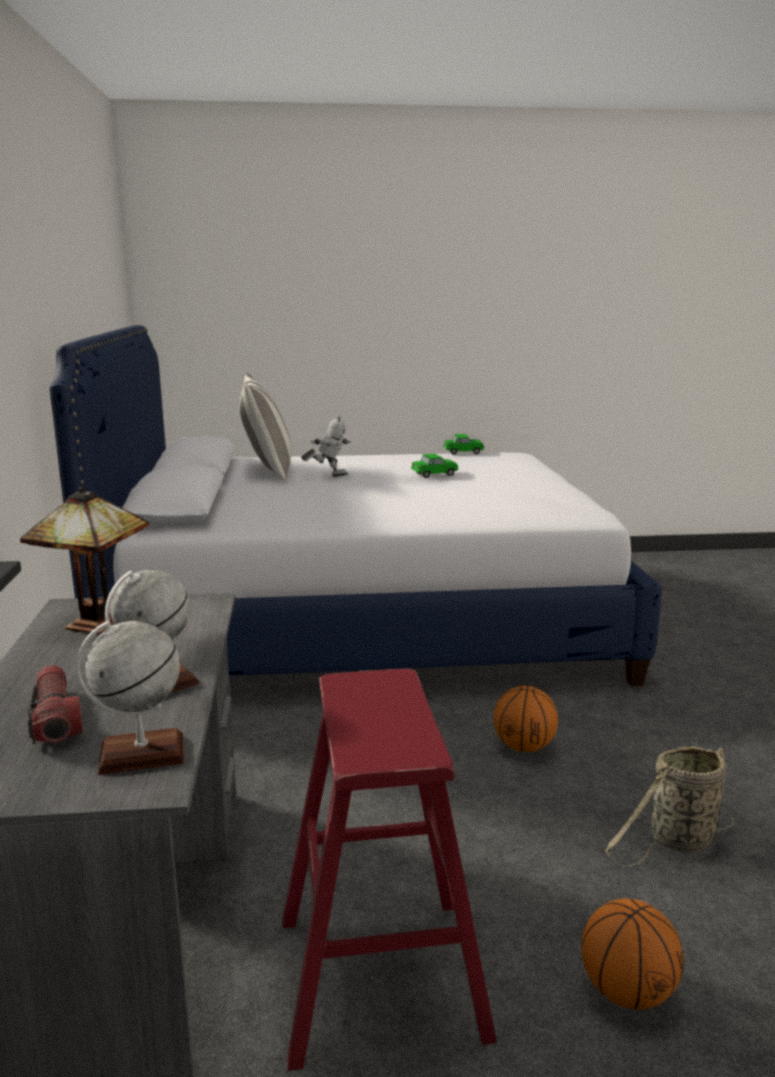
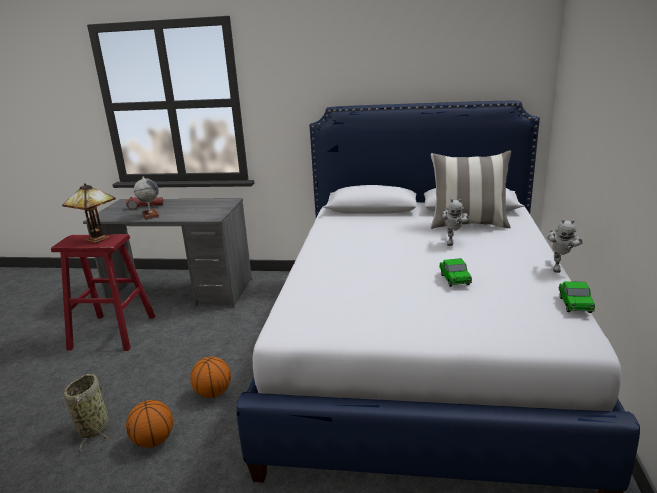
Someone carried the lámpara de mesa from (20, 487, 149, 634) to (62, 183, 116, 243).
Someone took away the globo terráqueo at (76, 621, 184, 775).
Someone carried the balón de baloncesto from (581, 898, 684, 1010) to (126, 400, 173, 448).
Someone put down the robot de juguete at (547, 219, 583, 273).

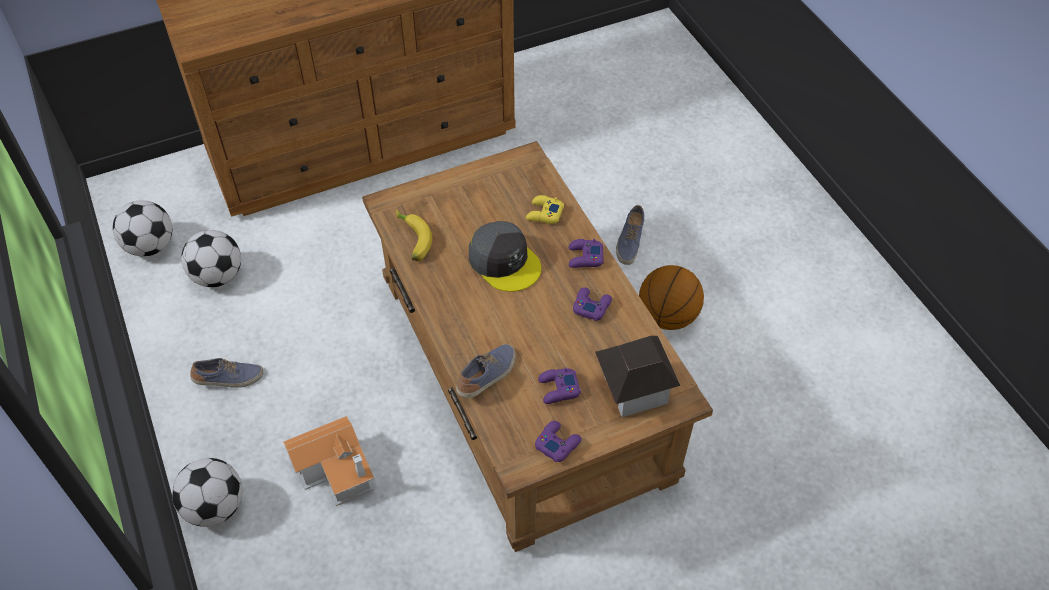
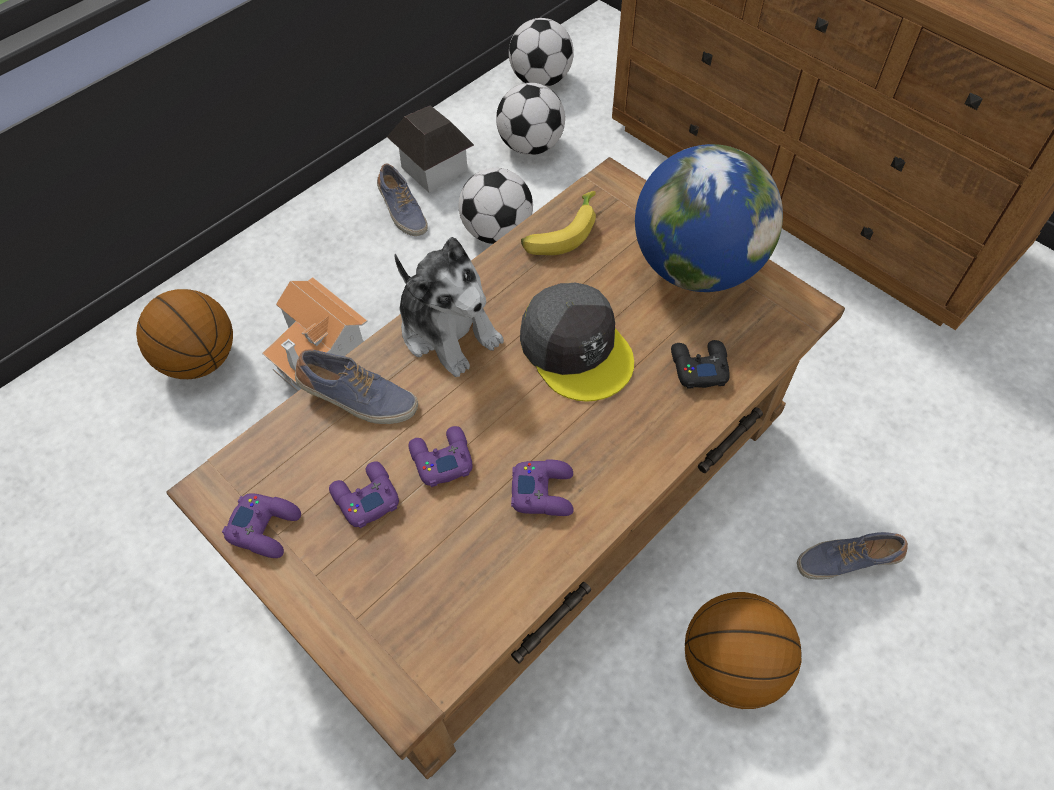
Someone carried the balón de fútbol from (172, 458, 242, 527) to (459, 168, 533, 244).
Someone rotated the gorra/gris at (469, 221, 541, 292) by 60 degrees counterclockwise.
Someone repainted the mando de consola/amarillo at (526, 195, 564, 224), which became the mando de consola/negro at (671, 340, 730, 389).
Someone carried the mando de consola/morado from (569, 239, 603, 268) to (409, 426, 473, 487).
Someone carried the casita from (595, 336, 681, 417) to (387, 105, 474, 193).
Someone put down the balón de baloncesto at (136, 289, 233, 379).
Someone put down the peluche at (394, 237, 504, 377).
Someone put down the globo terráqueo at (635, 144, 783, 292).

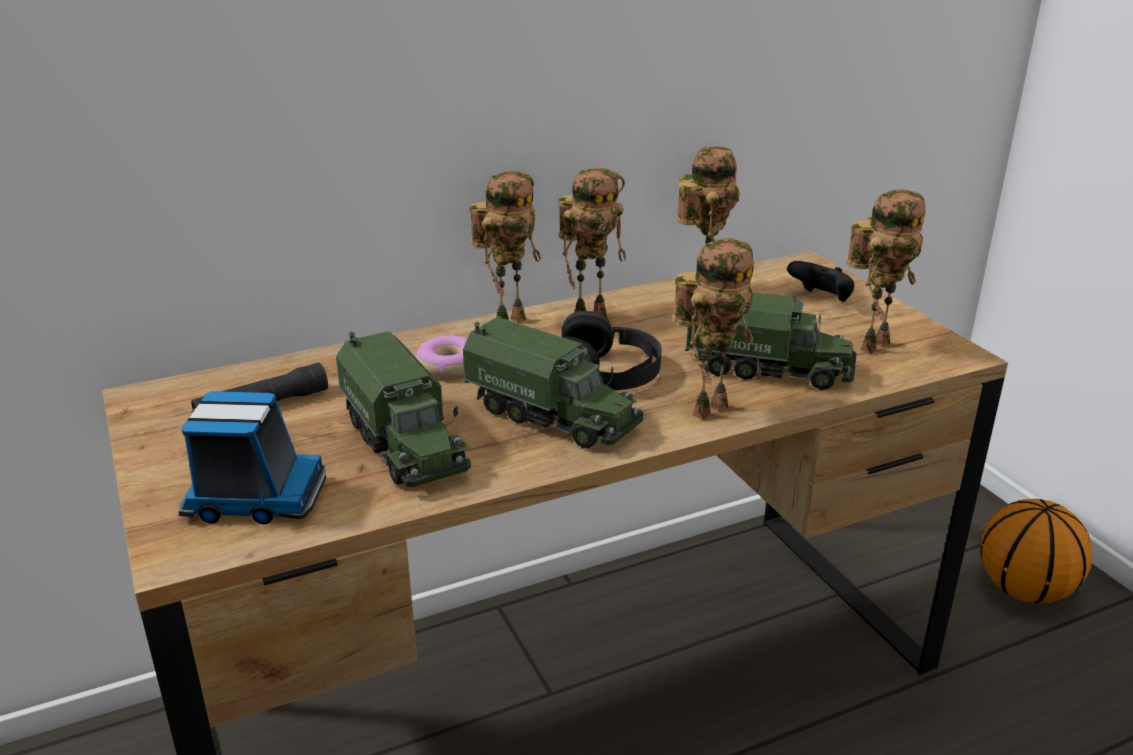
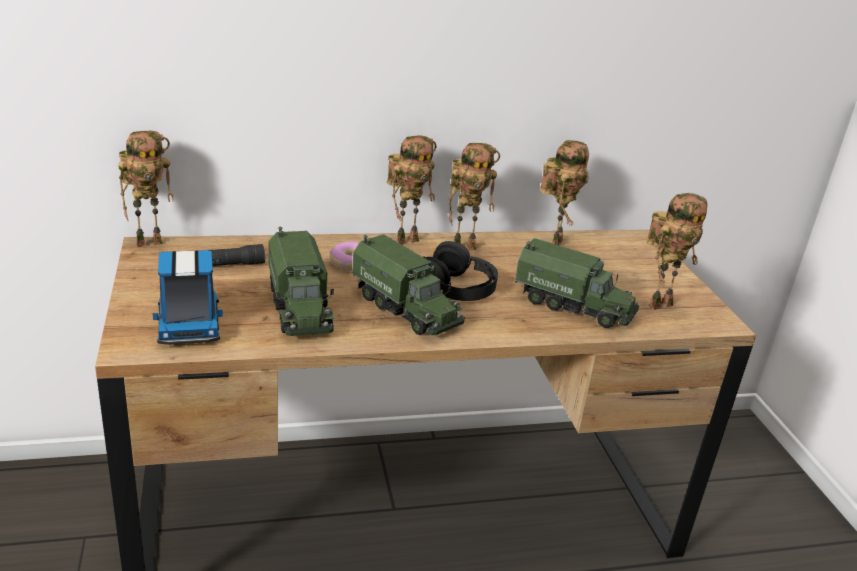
Someone rotated the camión de juguete at (179, 391, 326, 524) by 60 degrees clockwise.
Someone carried the robot de juguete from (673, 238, 754, 420) to (118, 131, 174, 247).
Someone took away the mando de consola/negro at (787, 261, 854, 302).
Someone took away the balón de baloncesto at (981, 499, 1092, 603).

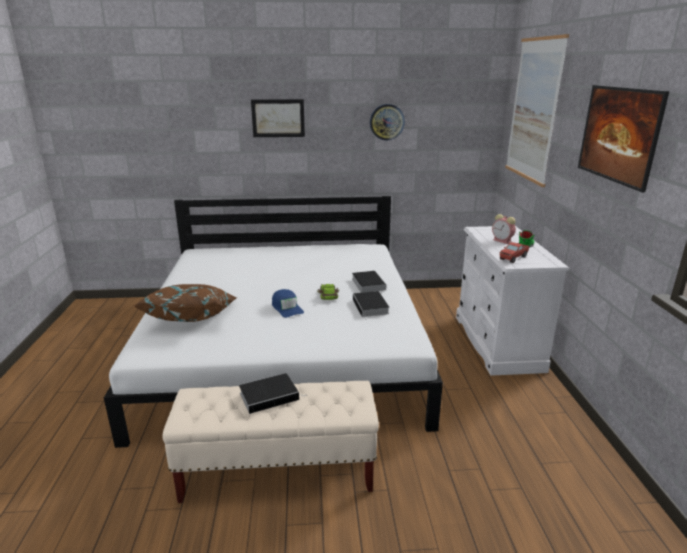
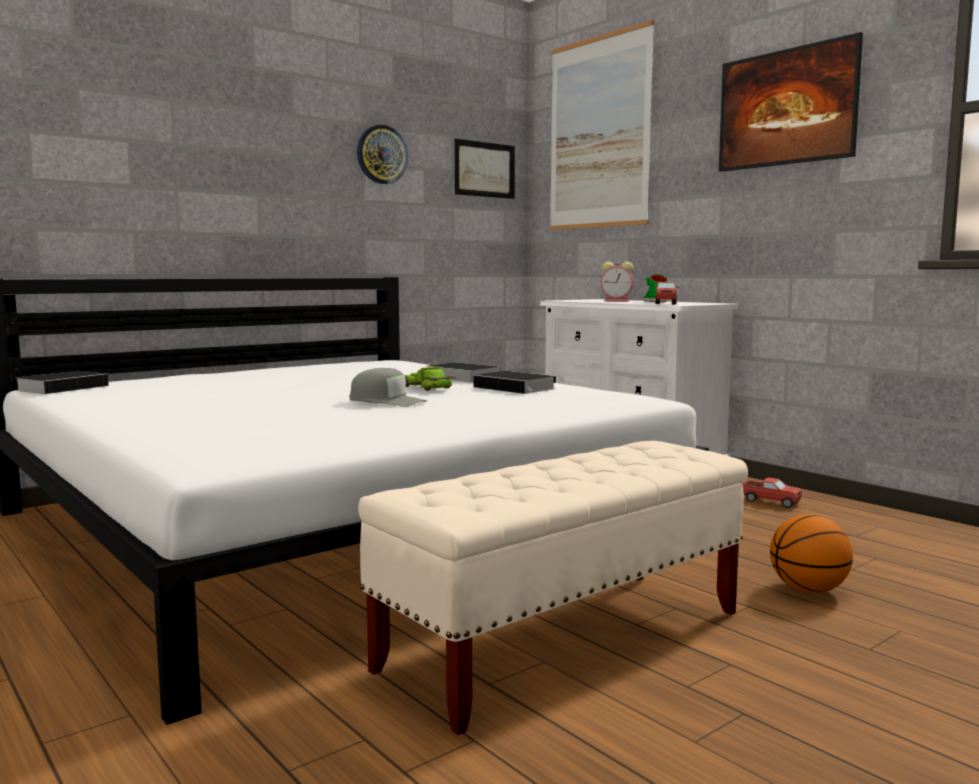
Someone took away the cojín/marrón at (135, 284, 237, 322).
Someone carried the libro from (239, 373, 301, 414) to (16, 371, 113, 394).
Someone carried the cuadro from (251, 99, 305, 137) to (455, 139, 515, 199).
Someone repainted the gorra/azul at (272, 289, 304, 318), which became the gorra/gris at (349, 368, 427, 407).
Someone put down the camión de juguete at (742, 477, 802, 508).
Someone put down the balón de baloncesto at (770, 514, 853, 593).

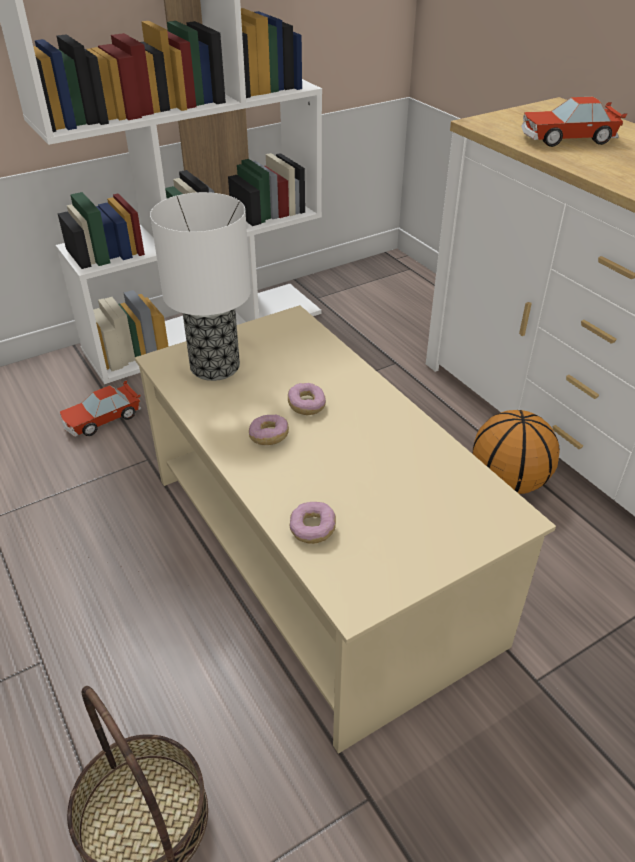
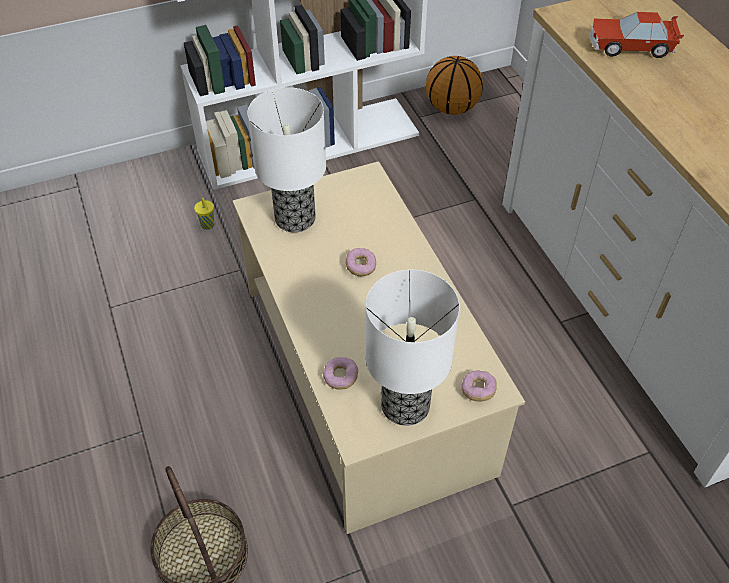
Someone swapped the coche de juguete at (60, 380, 141, 437) for the taza/amarillo at (194, 198, 214, 230).
Someone carried the rosquilla from (249, 415, 289, 445) to (462, 370, 497, 402).
Someone carried the balón de baloncesto from (473, 410, 560, 494) to (426, 56, 483, 115).
Someone put down the lámpara de mesa at (366, 270, 460, 426).

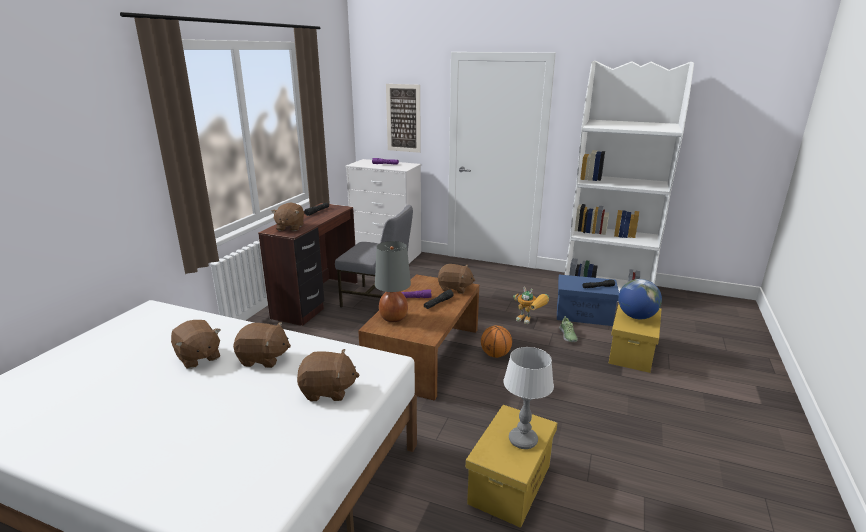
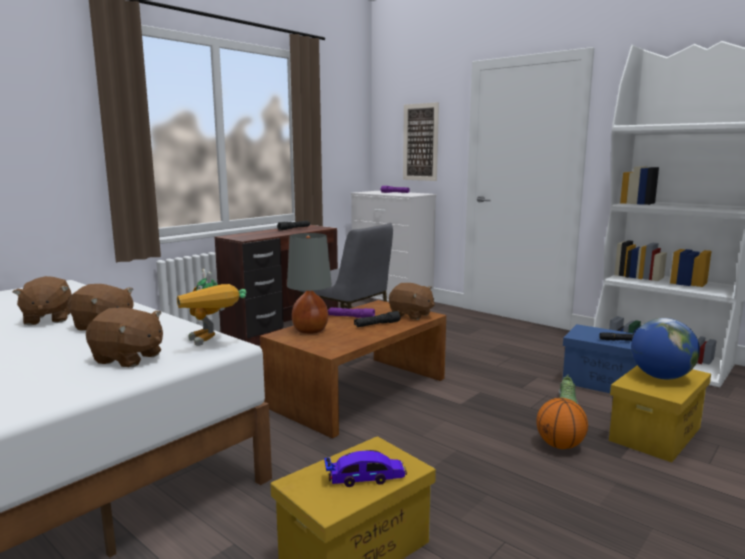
Someone took away the peluche/marrón at (271, 203, 304, 231).
Someone carried the balón de baloncesto from (481, 325, 512, 358) to (536, 398, 588, 449).
Someone swapped the lámpara de mesa at (503, 347, 554, 449) for the coche de juguete at (324, 450, 407, 487).
Someone carried the robot de juguete from (513, 287, 549, 324) to (177, 269, 246, 346).

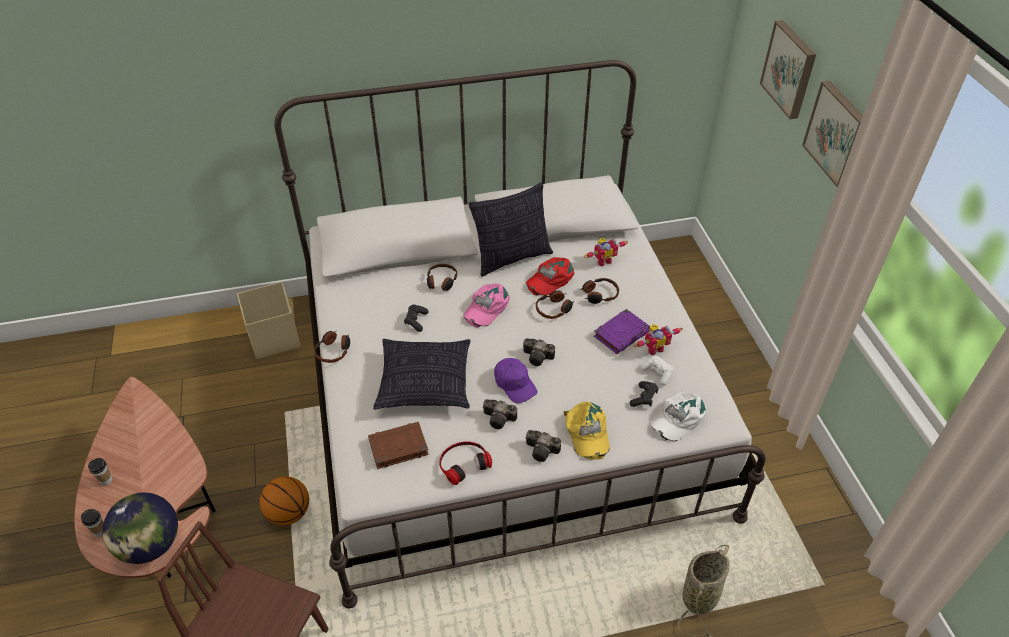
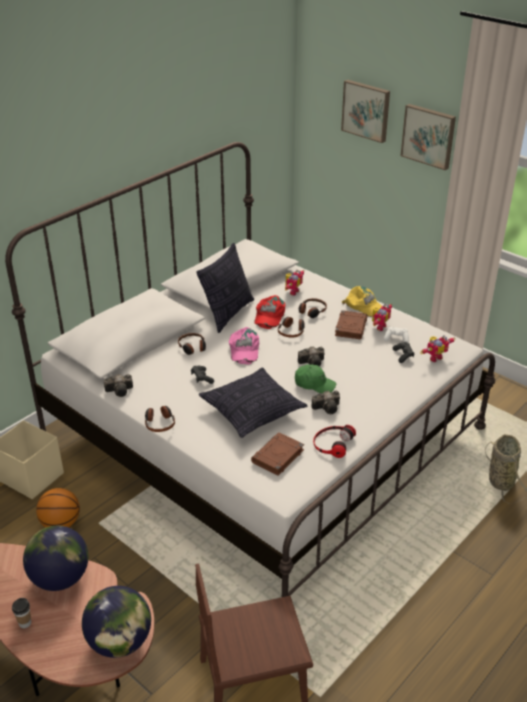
Someone took away the taza at (81, 509, 104, 537).
Someone carried the balón de baloncesto from (260, 476, 309, 526) to (36, 488, 80, 528).
Someone repainted the gorra/morado at (494, 358, 537, 403), which became the gorra/verde at (295, 364, 336, 393).
Someone carried the cámara from (526, 430, 561, 462) to (104, 374, 133, 397).
Someone carried the gorra/amarillo from (563, 402, 610, 459) to (342, 286, 382, 317).
Someone repainted the libro/morado at (594, 309, 650, 354), which became the libro/marrón at (335, 310, 368, 339).
Someone swapped the gorra/blanco at (651, 392, 707, 441) for the robot de juguete at (420, 335, 456, 362).
Someone put down the globo terráqueo at (23, 526, 88, 591).

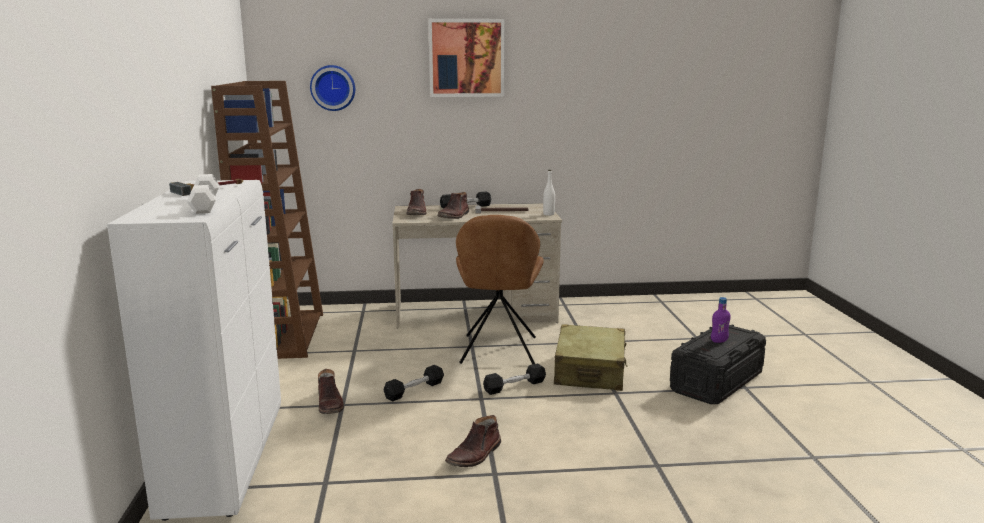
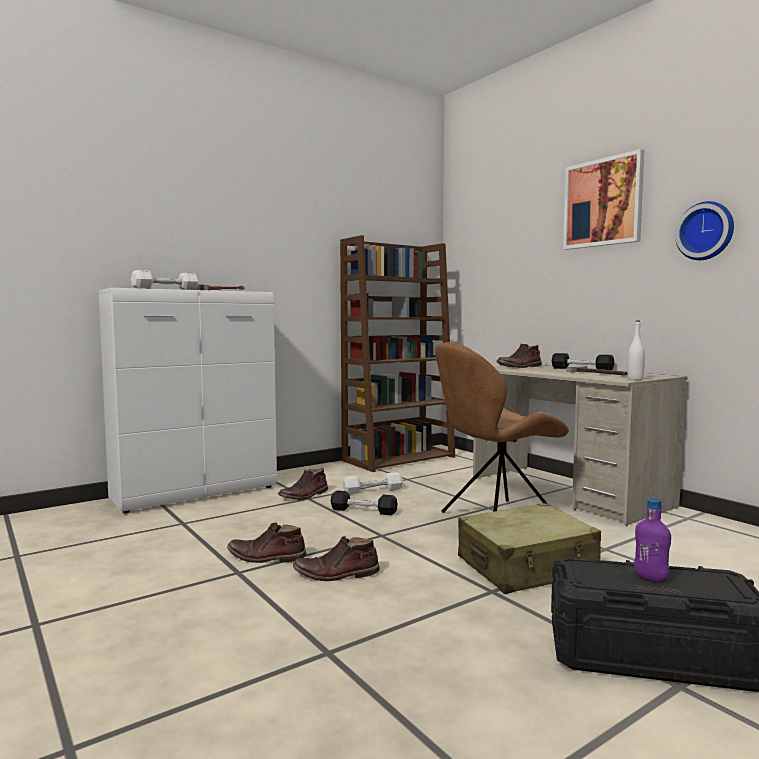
Someone carried the reloj de pared from (310, 65, 355, 111) to (675, 201, 734, 260).
Someone carried the bota/marrón from (437, 192, 469, 219) to (293, 536, 380, 581).
Someone took away the mancuerna/negro at (483, 364, 546, 395).
Someone put down the mancuerna/blanco at (343, 472, 403, 494).

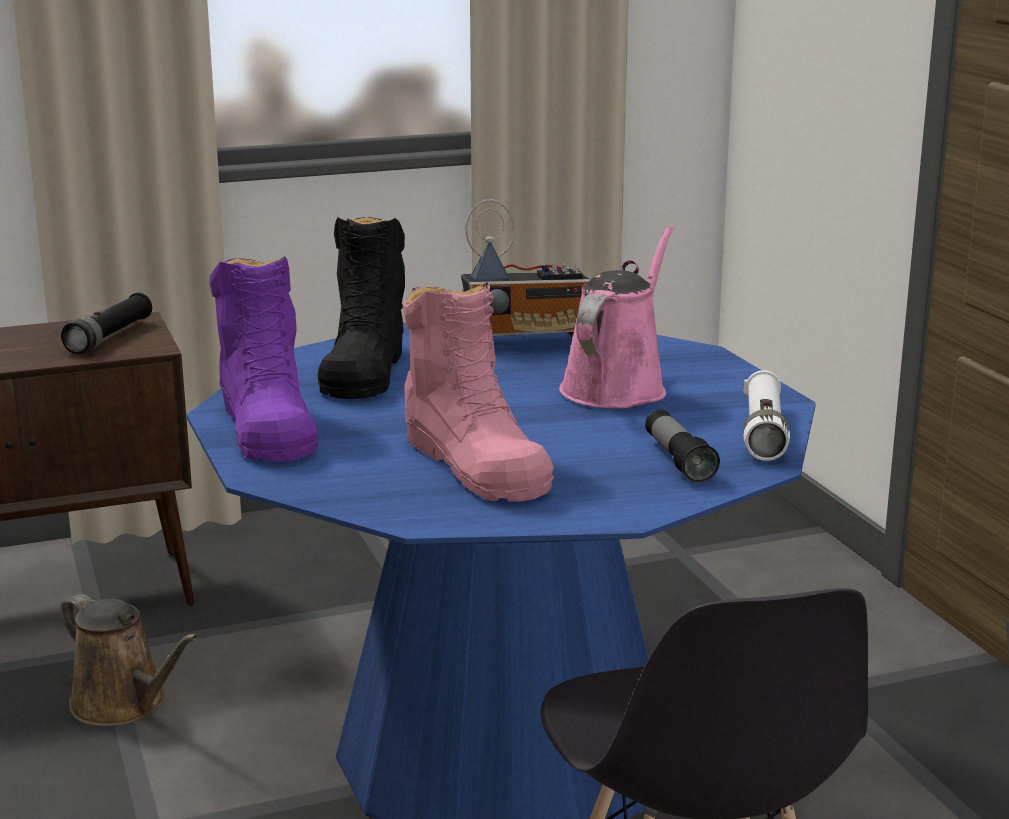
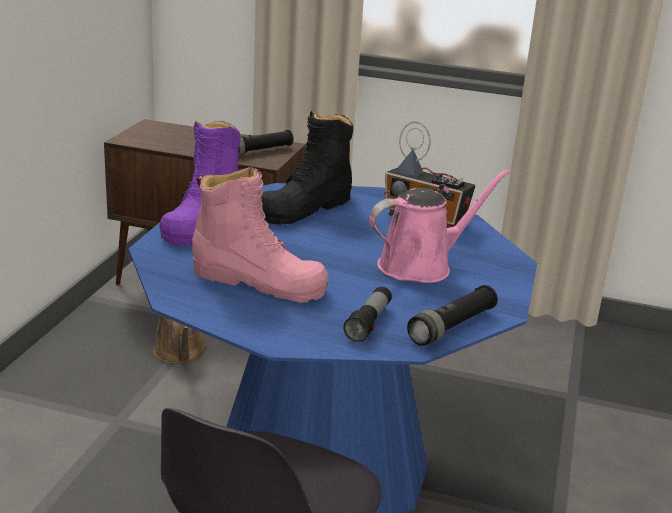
Someone rotated the bota/rosa at (403, 282, 554, 501) by 75 degrees counterclockwise.
Someone repainted the linterna/blanco at (743, 370, 790, 461), which became the linterna/negro at (407, 285, 498, 346).

